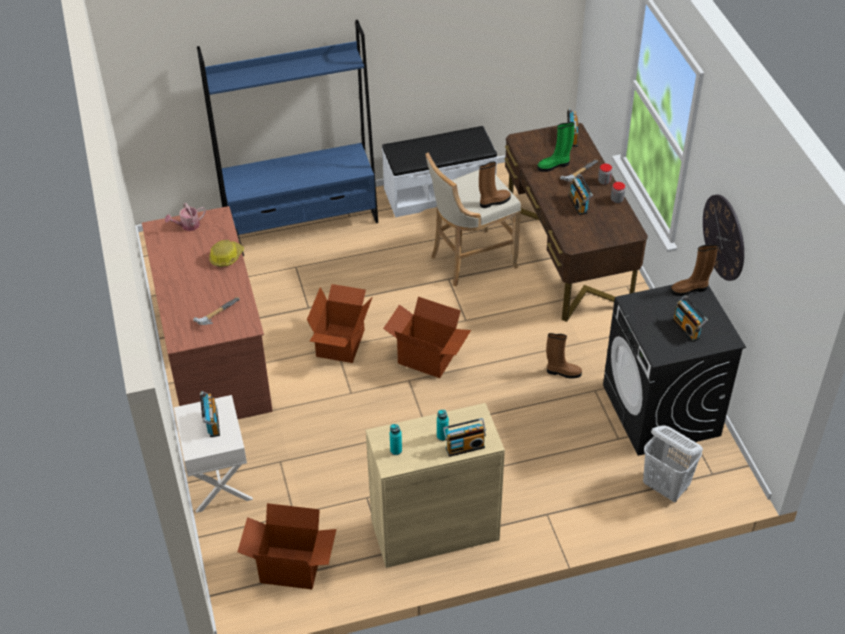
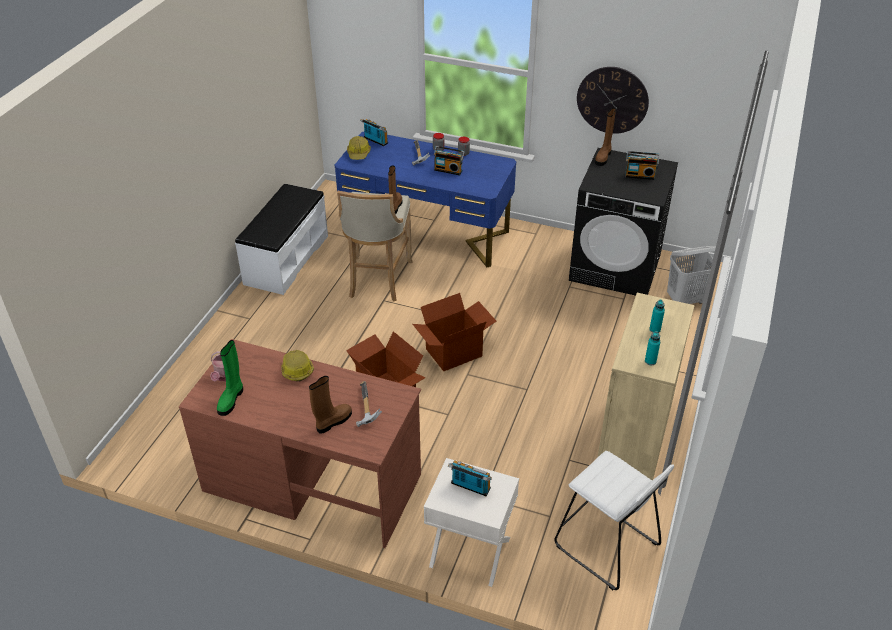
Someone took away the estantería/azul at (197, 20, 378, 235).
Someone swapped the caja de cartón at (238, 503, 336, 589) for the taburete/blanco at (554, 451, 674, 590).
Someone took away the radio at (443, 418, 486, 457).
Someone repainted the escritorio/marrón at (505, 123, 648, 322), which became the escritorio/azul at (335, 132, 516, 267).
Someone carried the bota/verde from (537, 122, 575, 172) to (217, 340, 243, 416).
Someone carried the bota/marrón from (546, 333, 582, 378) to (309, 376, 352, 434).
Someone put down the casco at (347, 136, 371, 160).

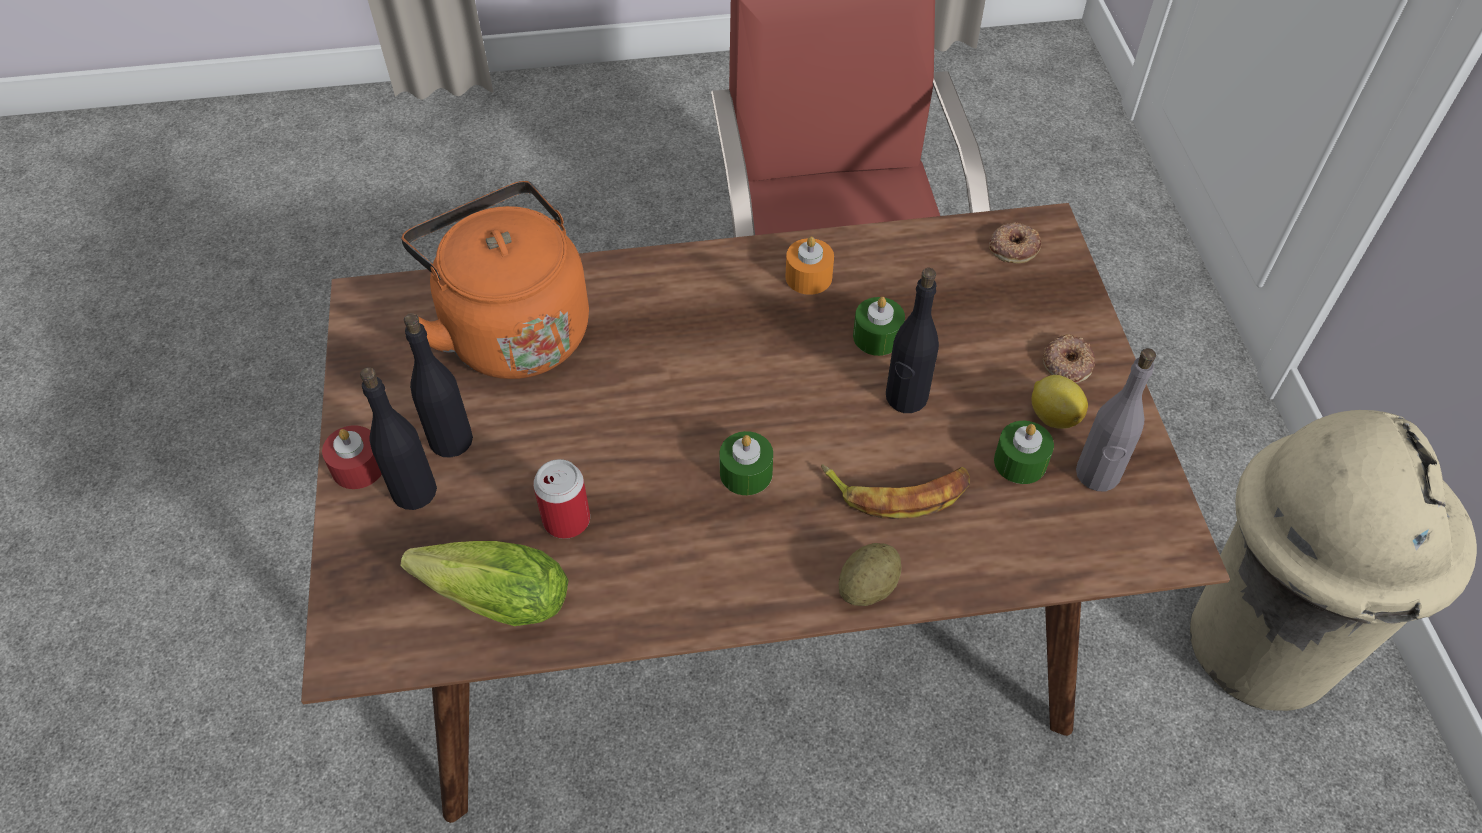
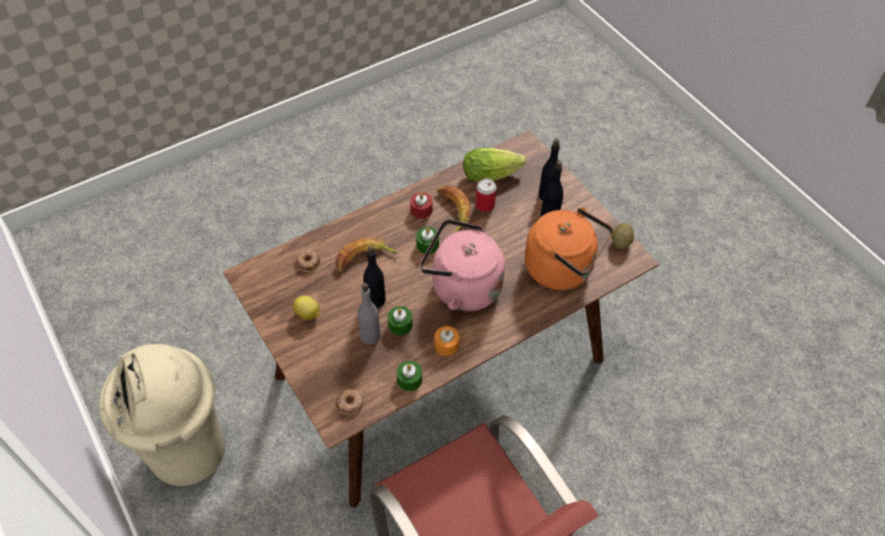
Someone carried the vela/rojo from (322, 425, 382, 489) to (410, 192, 433, 219).
Someone carried the patata from (839, 543, 901, 606) to (612, 223, 634, 249).
Someone carried the vela/verde from (994, 421, 1054, 484) to (397, 361, 422, 391).
Someone carried the rosquilla from (1043, 334, 1095, 384) to (296, 249, 320, 272).
Someone carried the botella/gris from (1076, 348, 1156, 492) to (358, 283, 380, 344).
Someone put down the hervidor/rosa at (420, 219, 505, 312).
Someone put down the plátano at (437, 185, 471, 233).

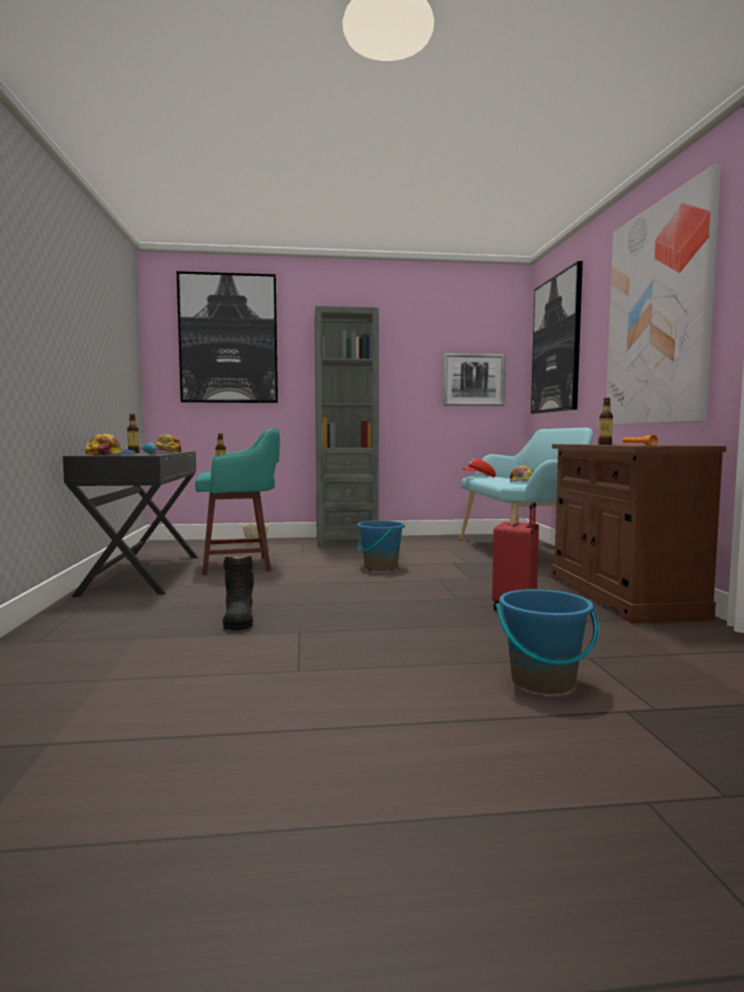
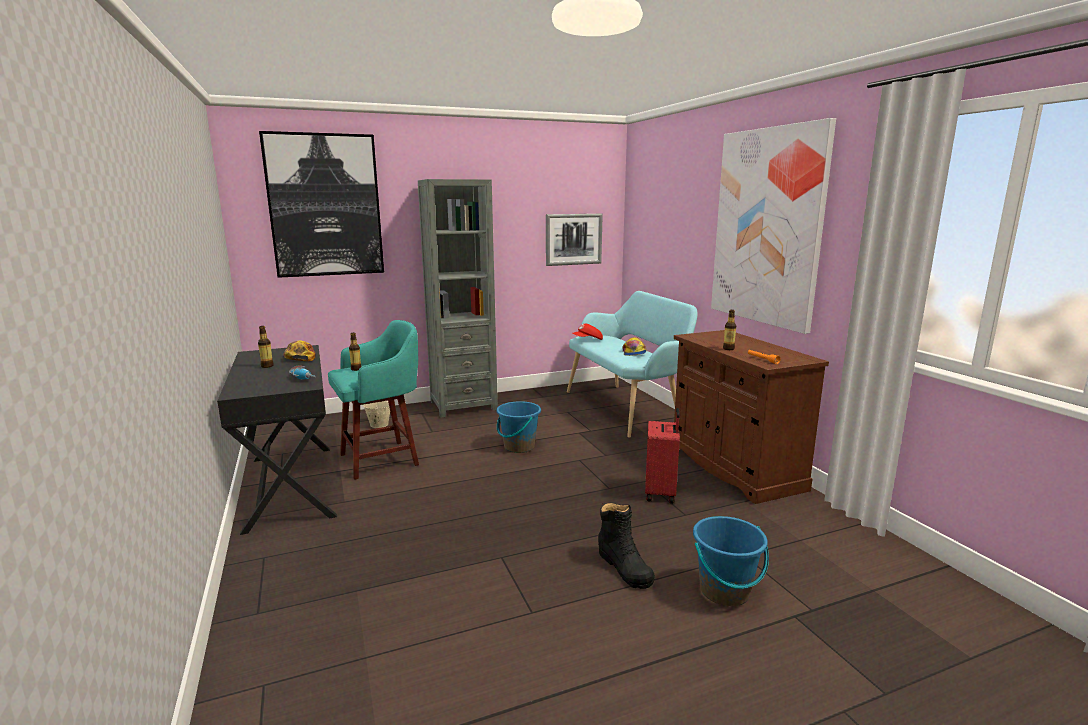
Someone took away the gorra at (85, 434, 135, 455).
Someone carried the bota/negro from (223, 556, 254, 630) to (598, 503, 655, 589).
Someone took away the cuadro at (531, 261, 583, 414).

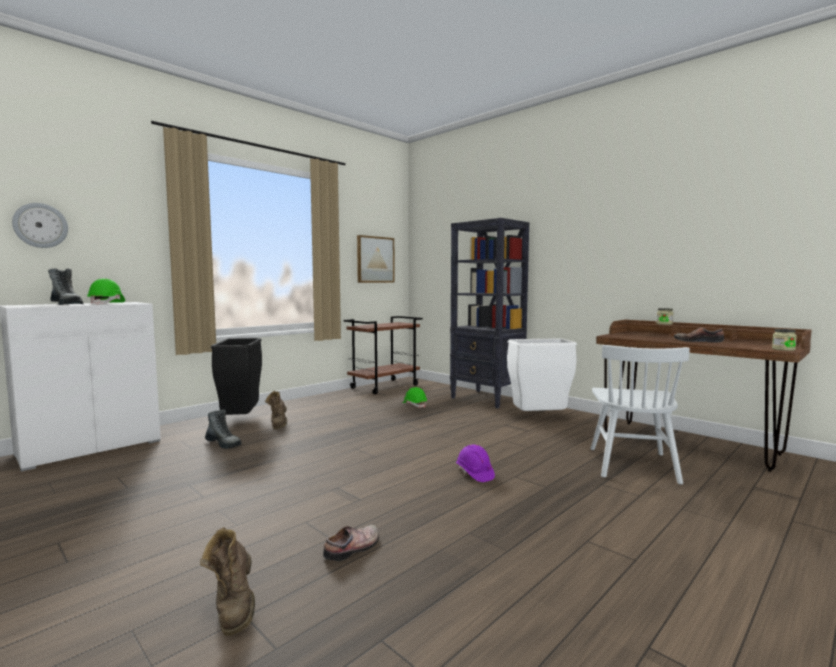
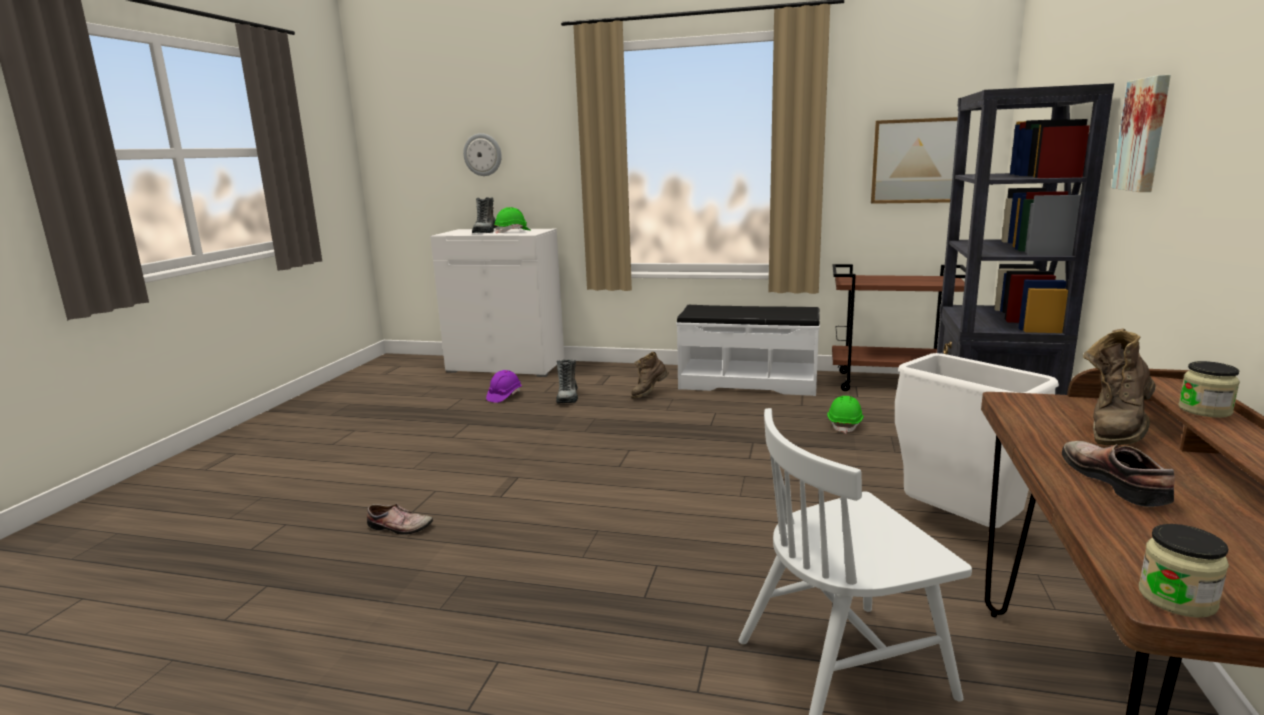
Someone carried the bota/marrón from (200, 527, 255, 636) to (1083, 329, 1156, 445).
Someone took away the papelera/negro at (211, 338, 262, 415).
Someone carried the casco/morado from (456, 444, 495, 482) to (486, 370, 522, 403).
Someone put down the banco/blanco at (676, 305, 820, 396).
Someone put up the cuadro at (1112, 75, 1171, 192).

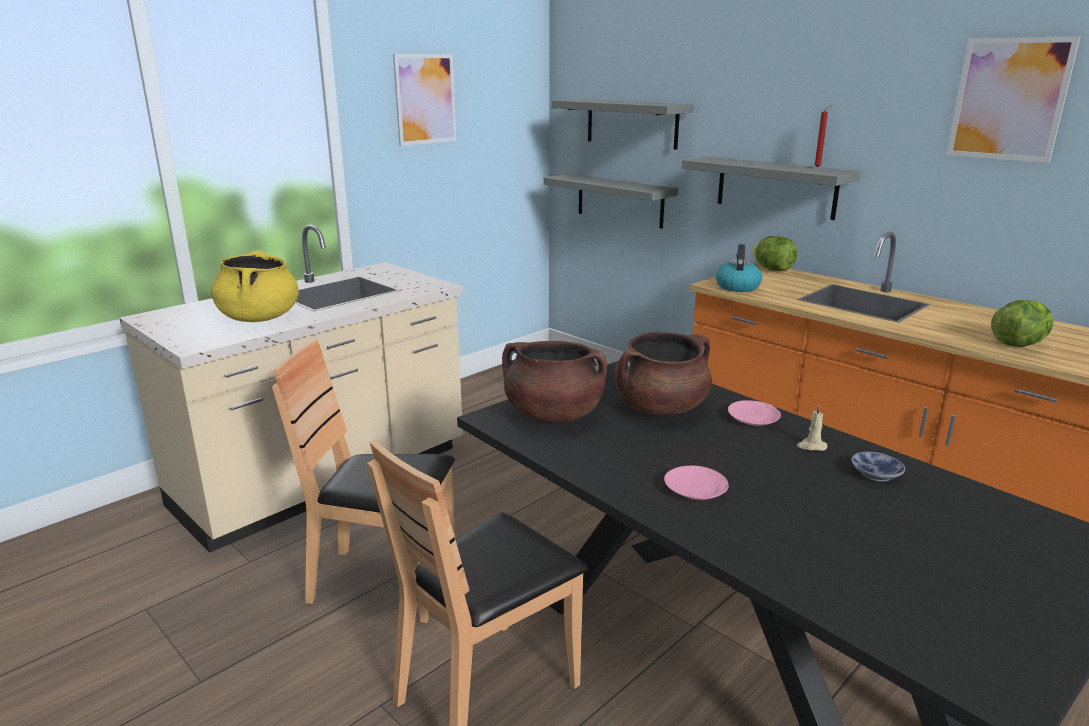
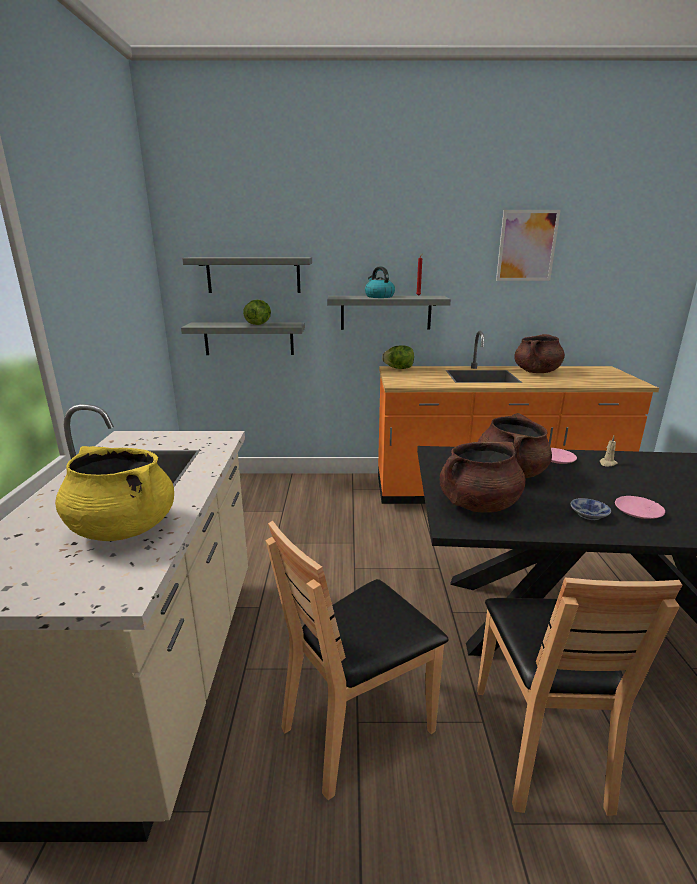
Someone took away the cuadro at (393, 54, 456, 146).
Someone carried the hervidor from (716, 244, 762, 292) to (365, 267, 395, 298).
Someone carried the cuenco from (851, 452, 905, 482) to (571, 498, 611, 520).
Someone carried the lechuga from (991, 300, 1053, 347) to (243, 300, 271, 325).
Someone put down the olla/marrón at (514, 334, 565, 373).

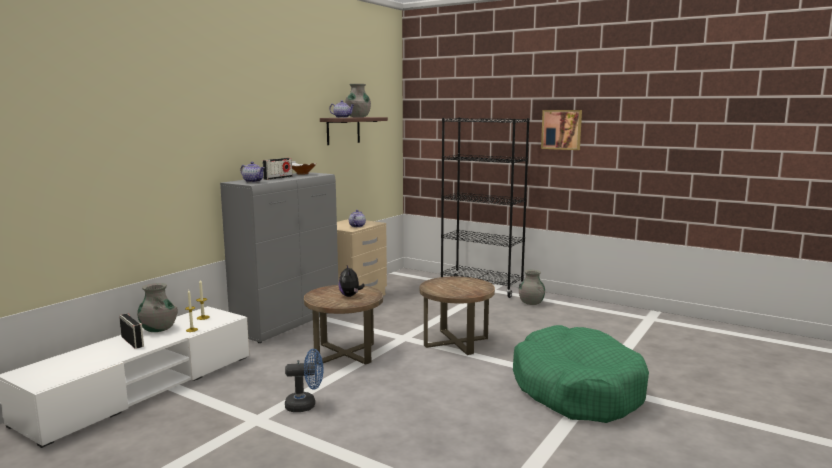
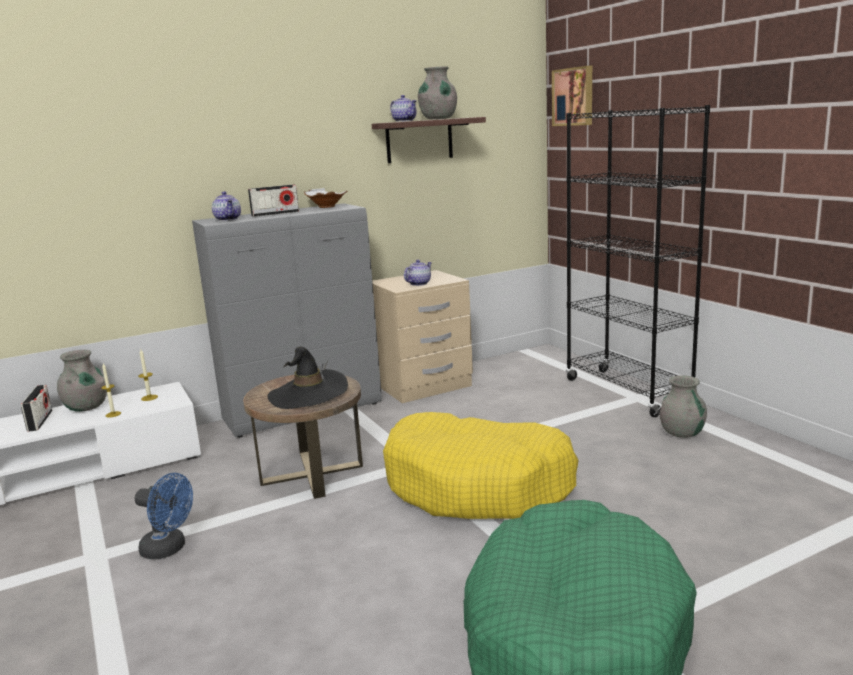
Someone swapped the peluche at (339, 265, 365, 297) for the sombrero/negro at (267, 347, 348, 409).
Someone swapped the mesa auxiliar/marrón at (420, 277, 495, 355) for the cama para perro/amarillo at (383, 412, 579, 519).
Someone carried the cuadro from (541, 110, 582, 150) to (552, 66, 592, 126).

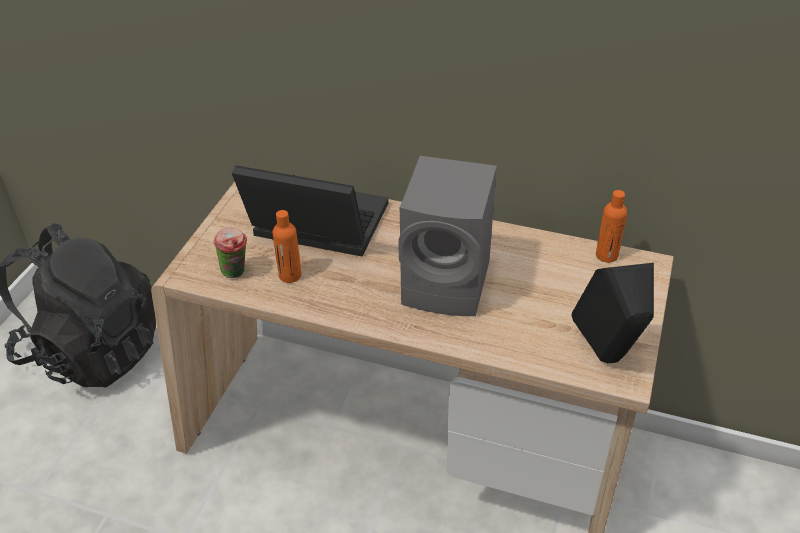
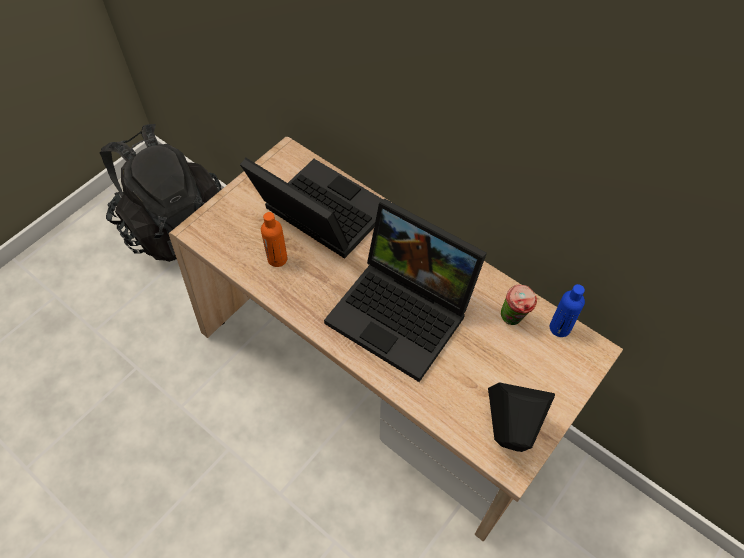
Someone carried the taza from (213, 227, 247, 278) to (501, 285, 537, 325).
Someone swapped the altavoz/gris at (398, 156, 497, 316) for the portátil at (324, 199, 487, 382).
Someone repainted the botella/naranja at (596, 190, 627, 263), which became the botella/azul at (550, 284, 585, 337).

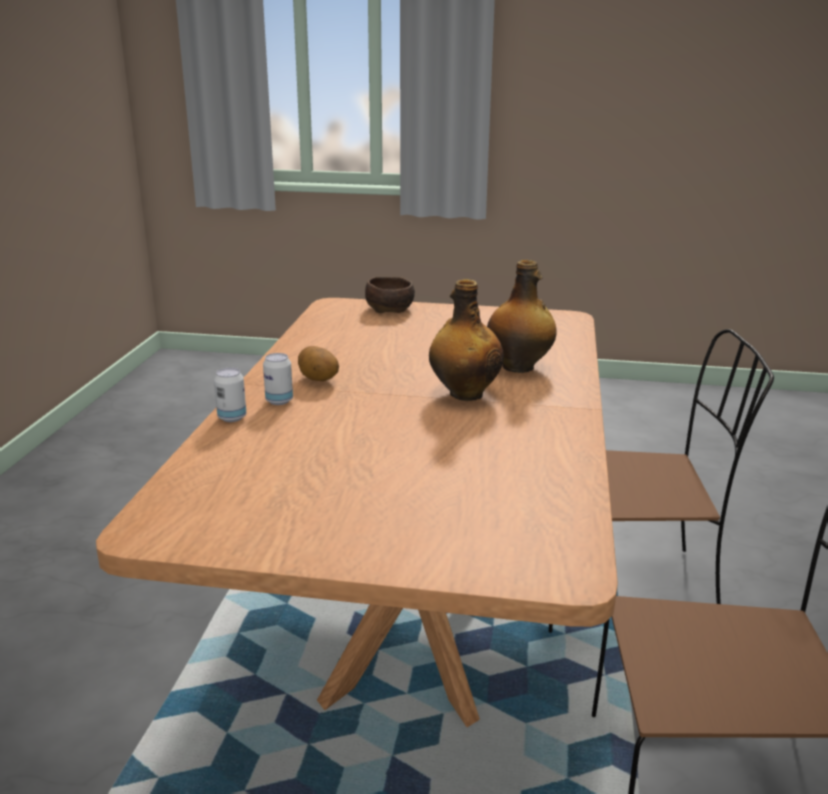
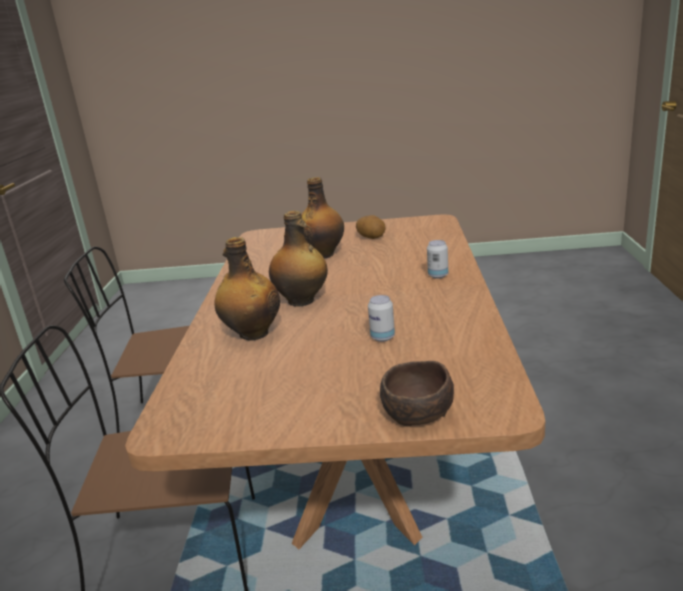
Someone carried the lata from (214, 368, 246, 422) to (368, 295, 395, 342).
Someone carried the patata from (298, 346, 339, 381) to (356, 215, 385, 239).
Someone put down the botella at (301, 177, 344, 259).

